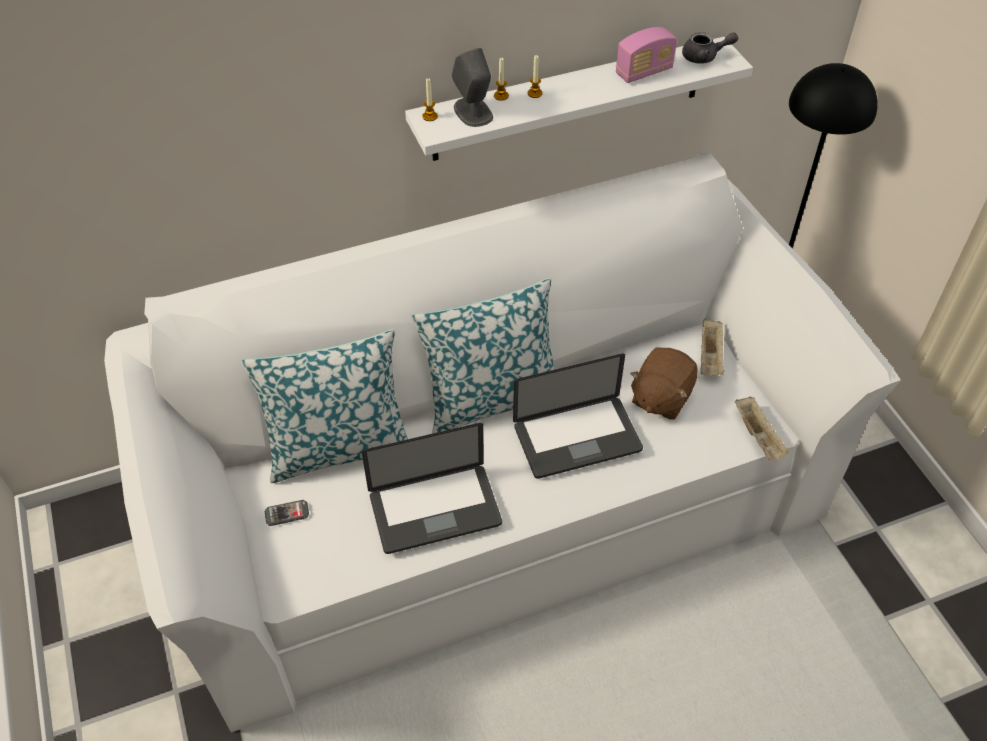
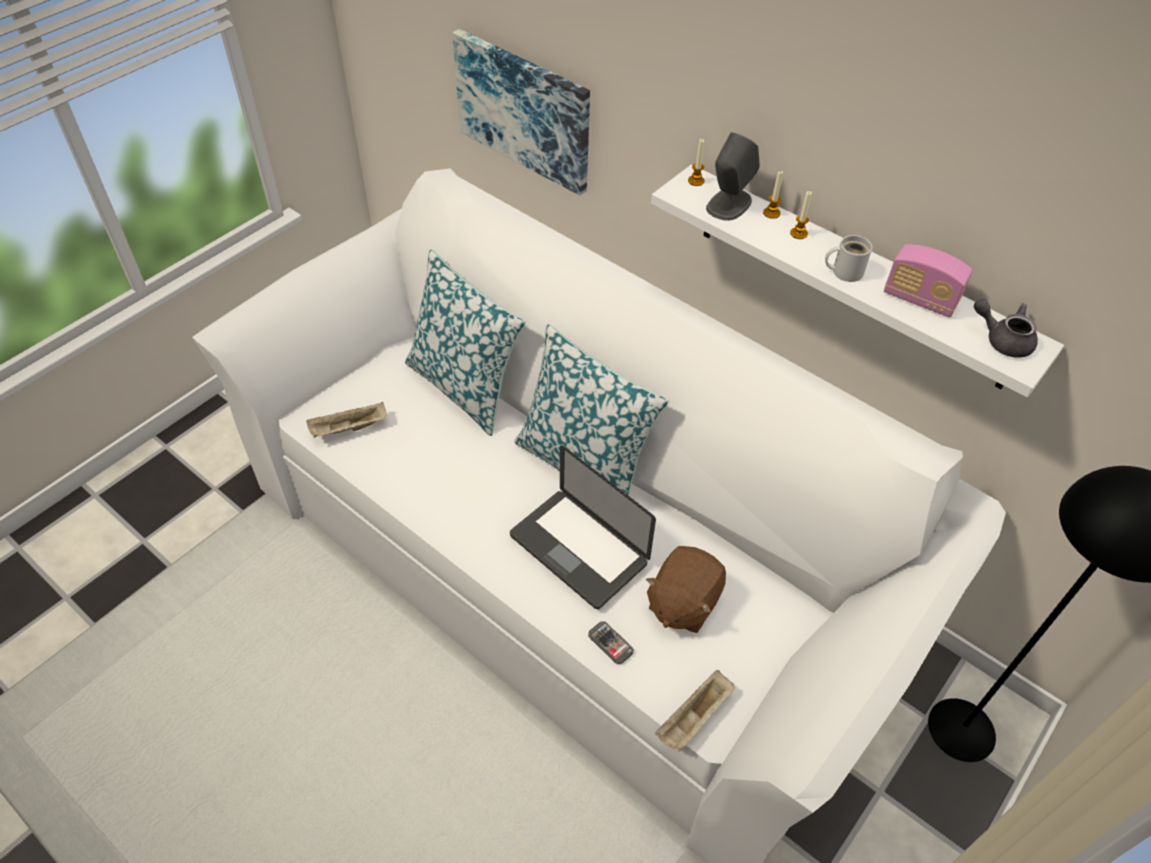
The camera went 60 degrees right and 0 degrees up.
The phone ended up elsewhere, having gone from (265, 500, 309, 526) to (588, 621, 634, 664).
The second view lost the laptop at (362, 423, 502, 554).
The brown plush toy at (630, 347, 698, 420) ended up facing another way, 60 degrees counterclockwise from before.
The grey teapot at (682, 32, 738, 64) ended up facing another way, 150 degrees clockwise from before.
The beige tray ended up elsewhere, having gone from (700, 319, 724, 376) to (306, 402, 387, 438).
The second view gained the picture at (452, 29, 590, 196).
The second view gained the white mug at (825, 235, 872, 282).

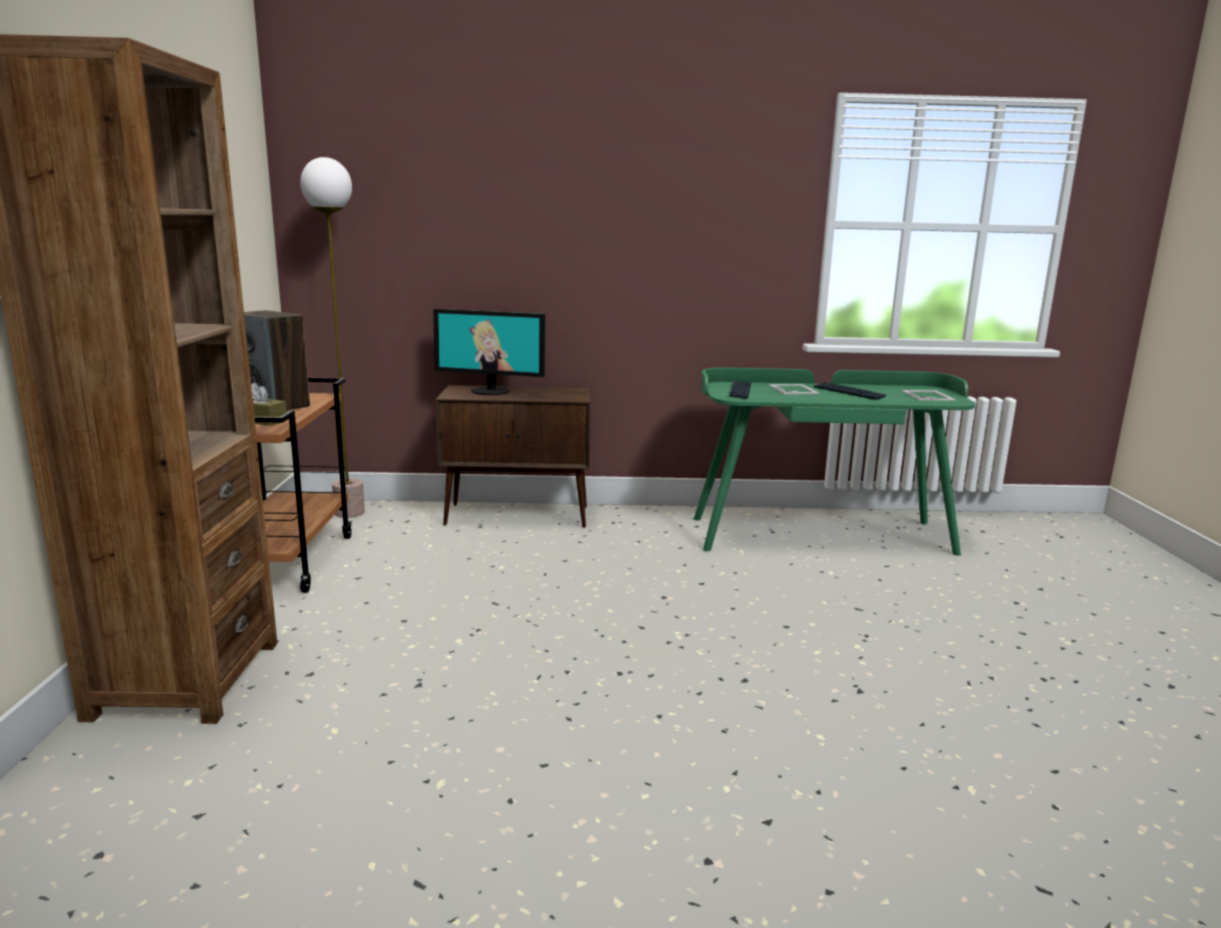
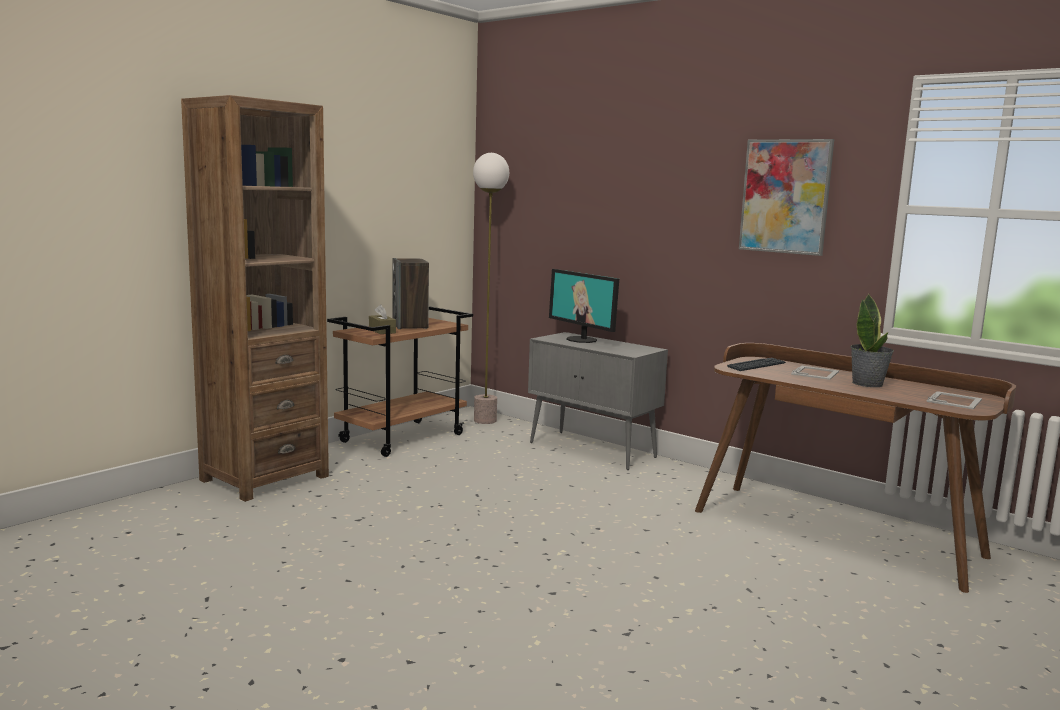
The camera went 40 degrees right and 5 degrees down.
What was the brown cabinet at (435, 385, 591, 528) turned into the grey cabinet at (528, 332, 668, 470).
What was the green desk at (694, 367, 975, 556) turned into the brown desk at (695, 343, 1016, 593).
Where the keyboard stood at (814, 382, 886, 400), the potted plant came to stand at (850, 294, 894, 387).
The second view gained the picture at (739, 139, 834, 256).

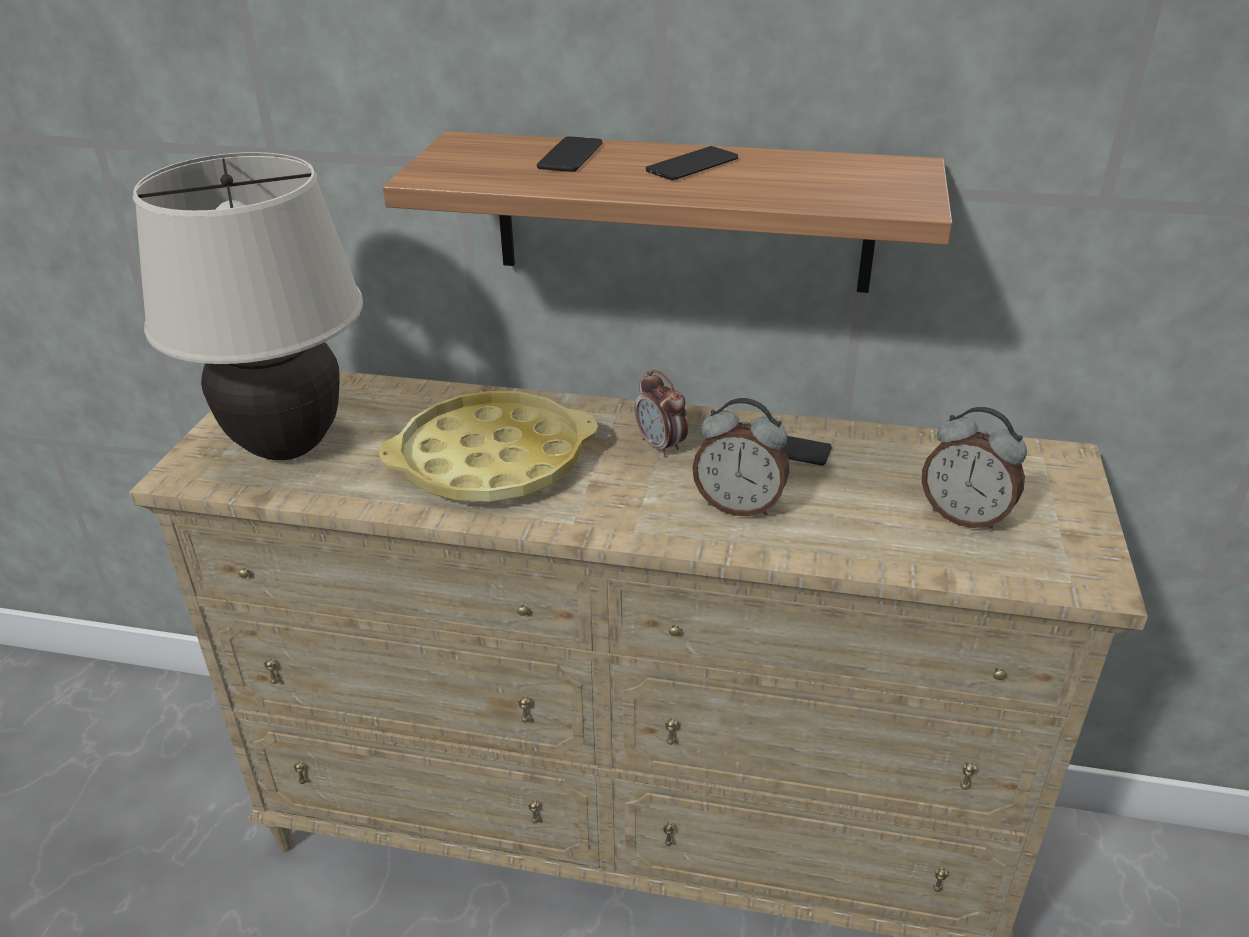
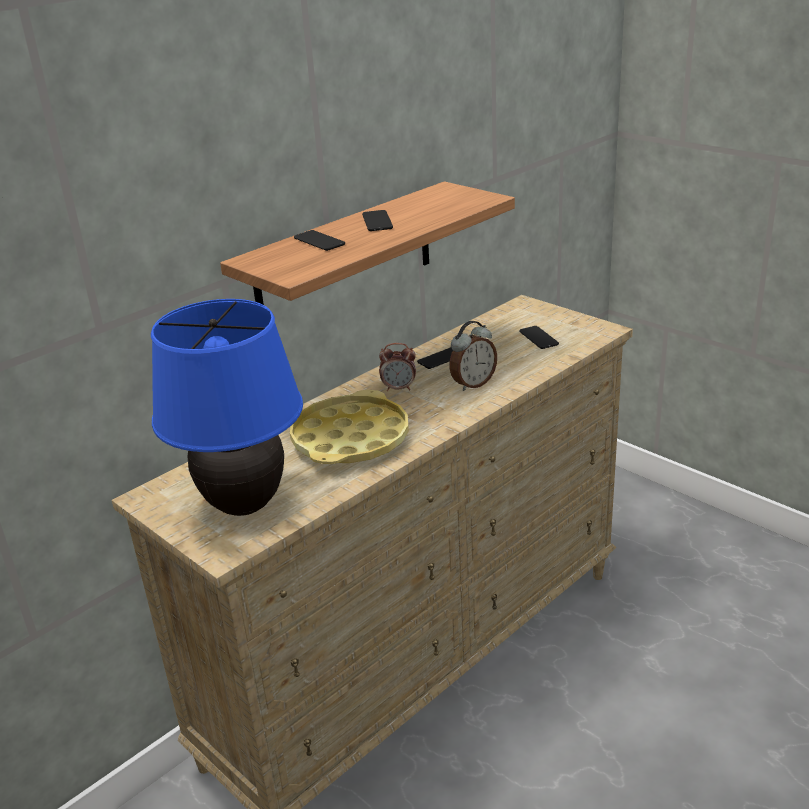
The camera went 55 degrees left and 5 degrees down.
What was the beige table lamp at (133, 152, 363, 460) turned into the blue table lamp at (151, 299, 303, 516).
Where the alarm clock stood at (922, 407, 1027, 531), the phone came to stand at (520, 326, 559, 349).

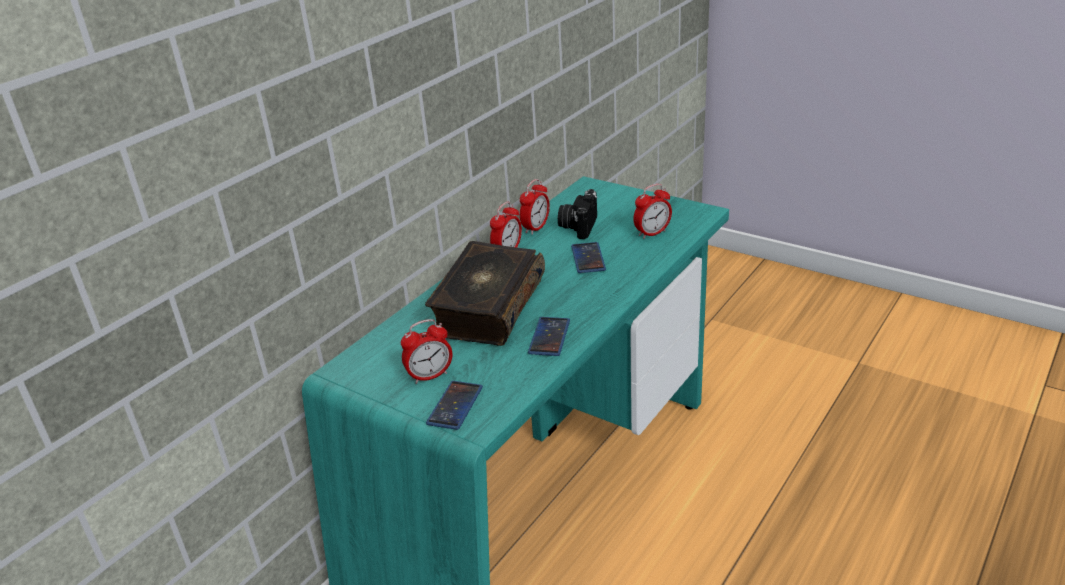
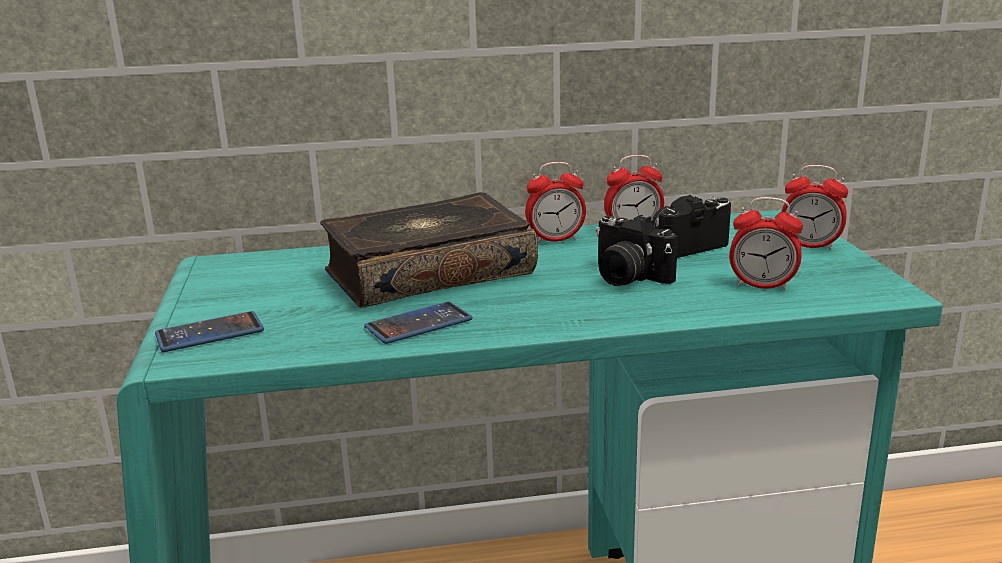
The camera went 45 degrees right and 10 degrees down.
The alarm clock ended up elsewhere, having gone from (401, 319, 452, 384) to (781, 165, 848, 250).
Where the phone stood at (571, 242, 606, 273), the photo camera came to stand at (595, 215, 678, 286).

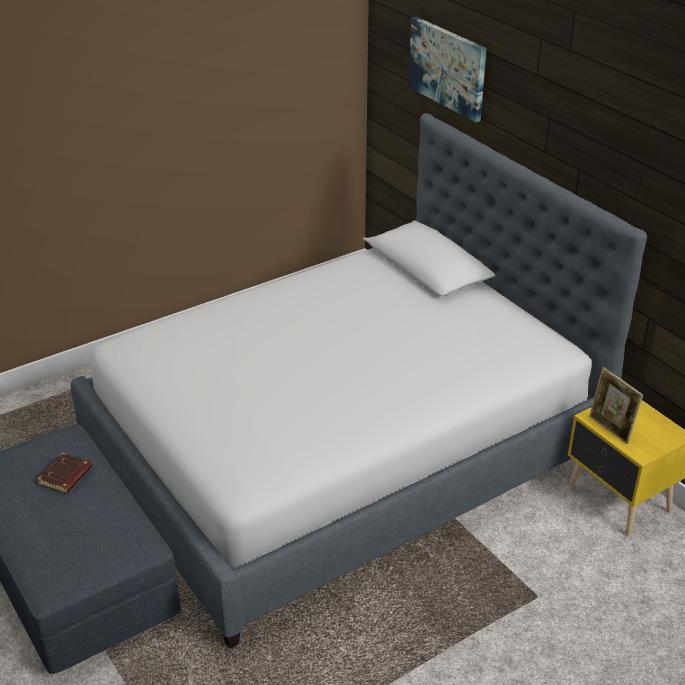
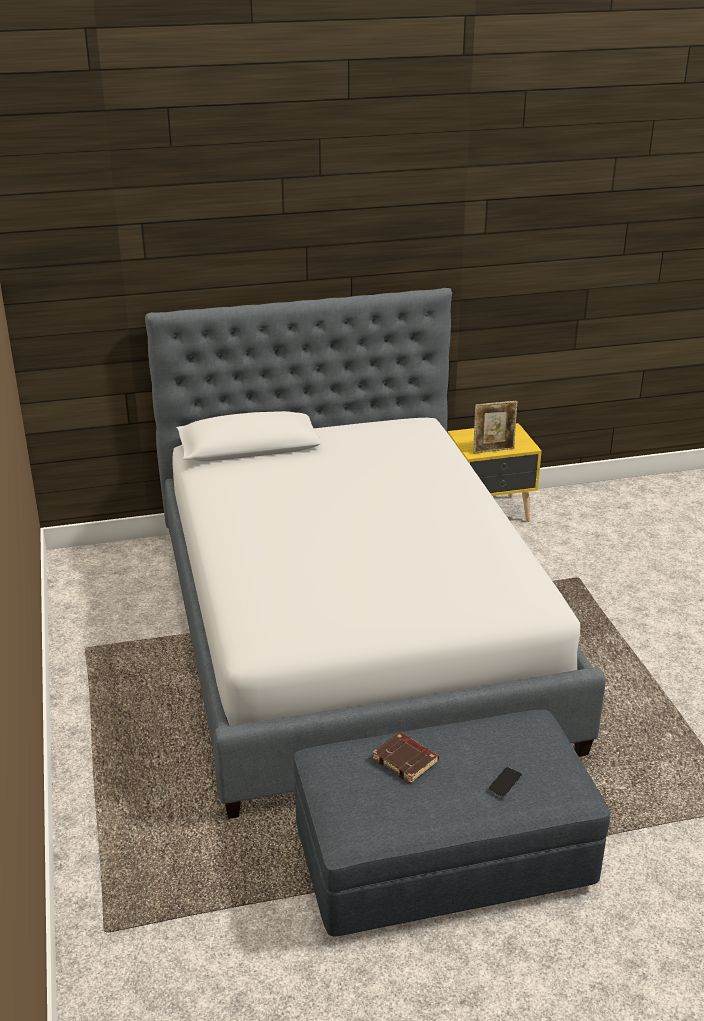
The camera went 70 degrees left and 5 degrees down.
The second view lost the picture at (409, 17, 487, 122).
The second view gained the phone at (488, 767, 522, 798).

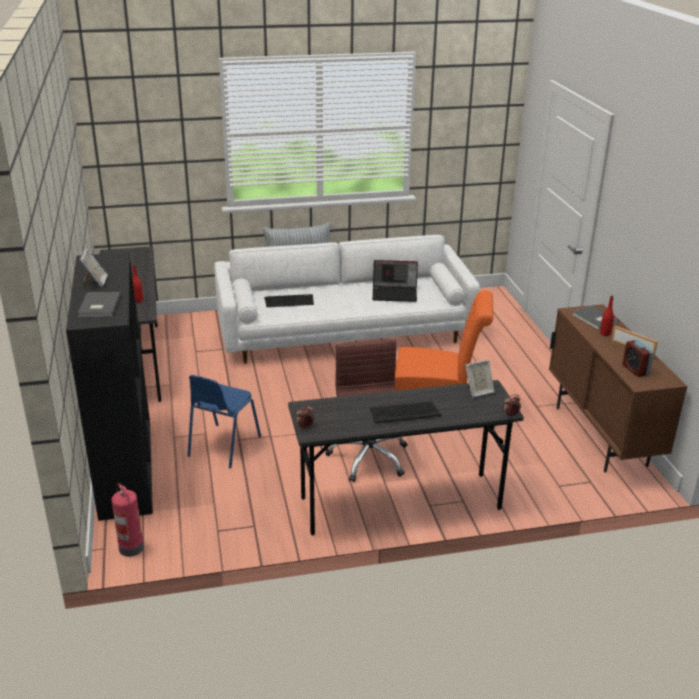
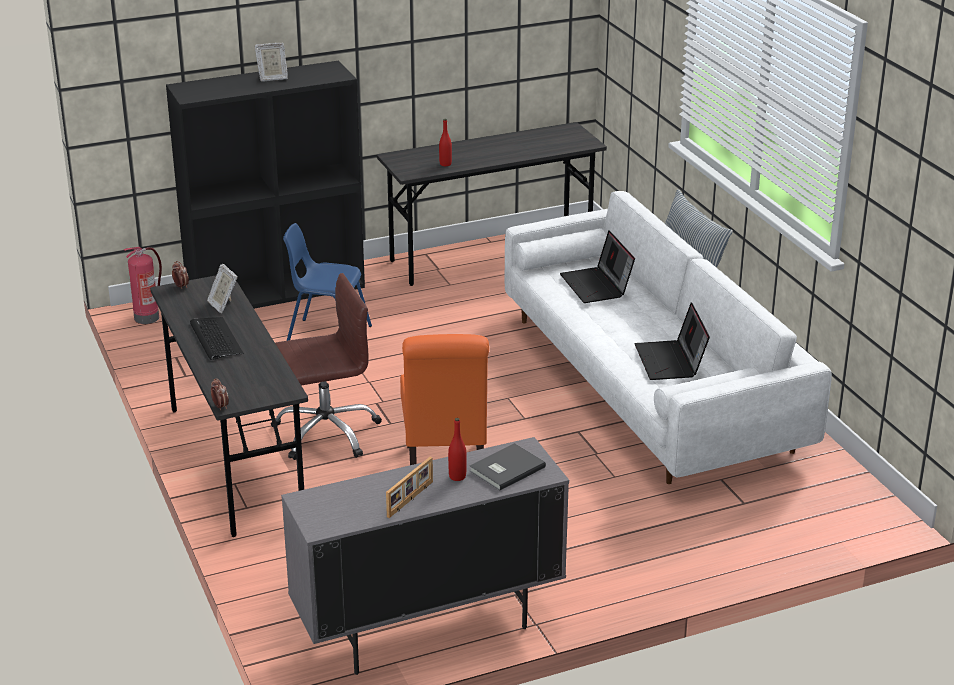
The camera went 80 degrees right and 0 degrees up.
The second view lost the grey book at (78, 292, 121, 318).
Where the keyboard stood at (264, 294, 314, 307), the laptop came to stand at (560, 230, 635, 303).
The picture frame ended up elsewhere, having gone from (465, 360, 495, 397) to (207, 264, 238, 313).
What was the brown cabinet at (549, 304, 687, 472) turned into the grey cabinet at (281, 437, 569, 675).
The second view lost the alarm clock at (623, 340, 654, 377).

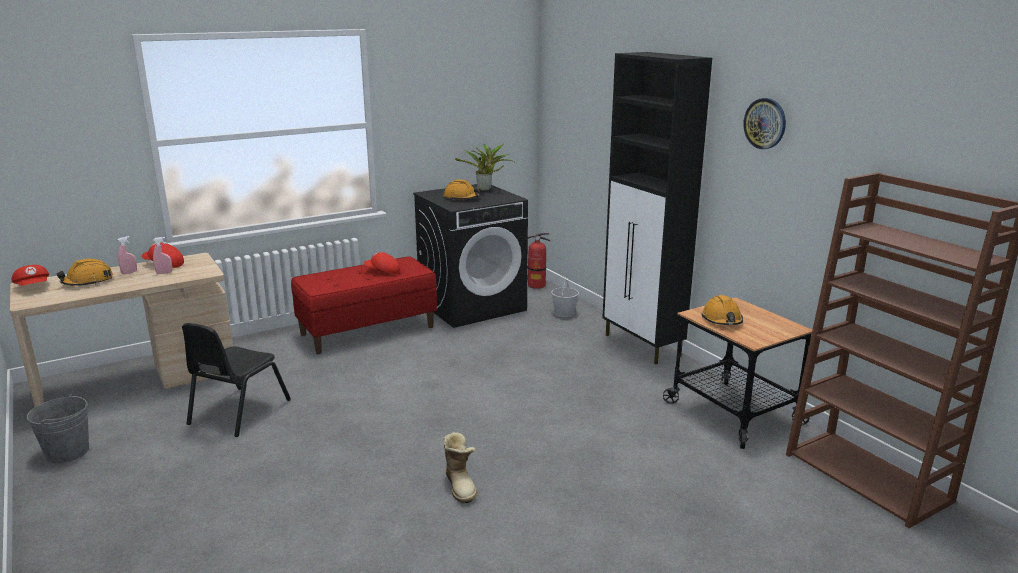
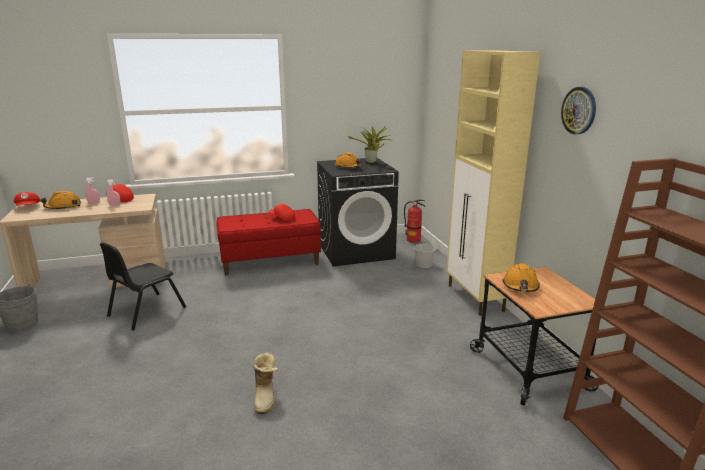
The camera went 15 degrees right and 0 degrees up.
What was the black cabinet at (602, 52, 712, 364) turned into the beige cabinet at (447, 50, 540, 316).

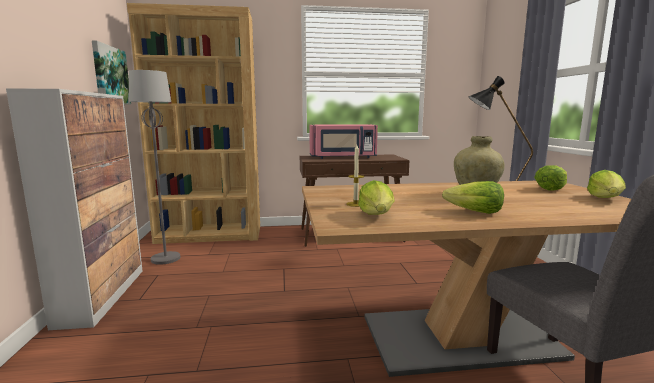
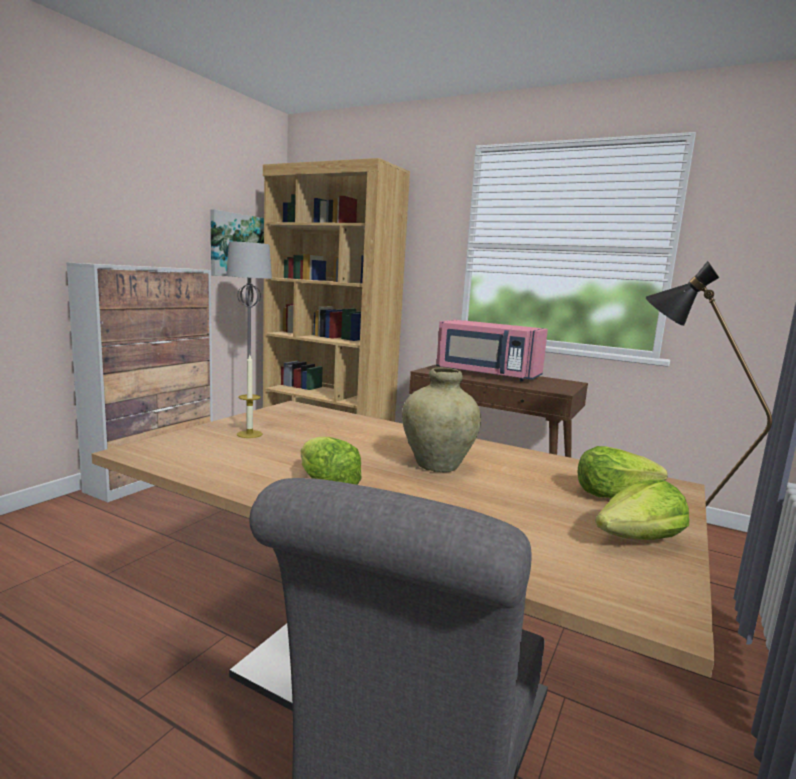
The camera went 35 degrees right and 0 degrees up.
The second view lost the lettuce at (358, 180, 394, 215).

